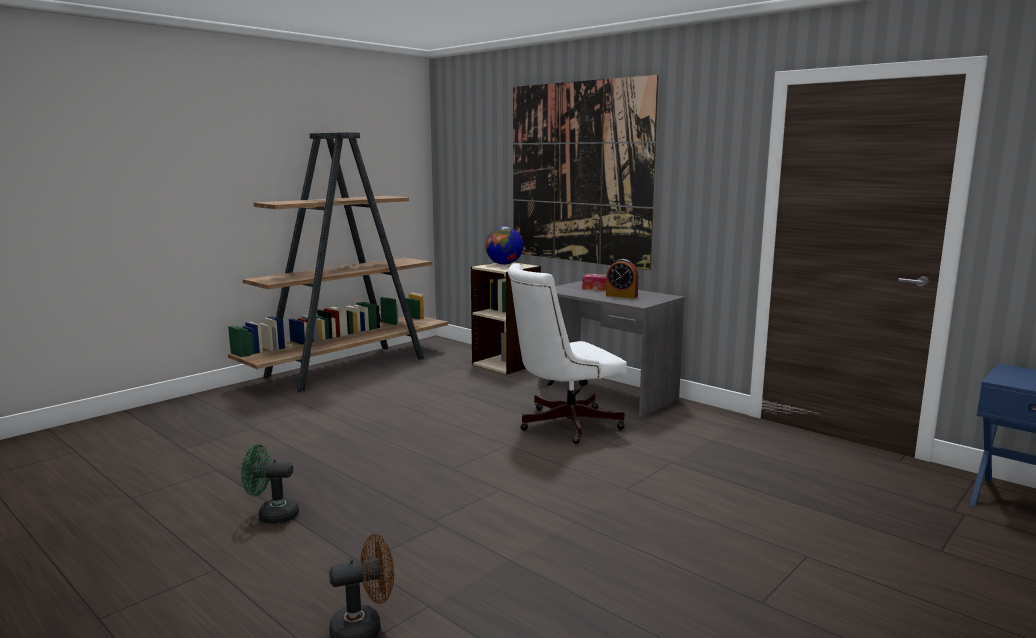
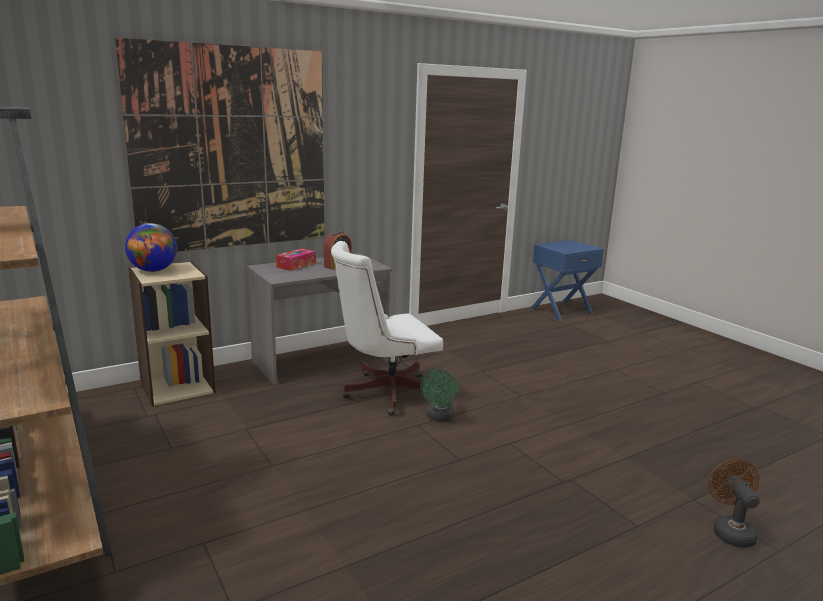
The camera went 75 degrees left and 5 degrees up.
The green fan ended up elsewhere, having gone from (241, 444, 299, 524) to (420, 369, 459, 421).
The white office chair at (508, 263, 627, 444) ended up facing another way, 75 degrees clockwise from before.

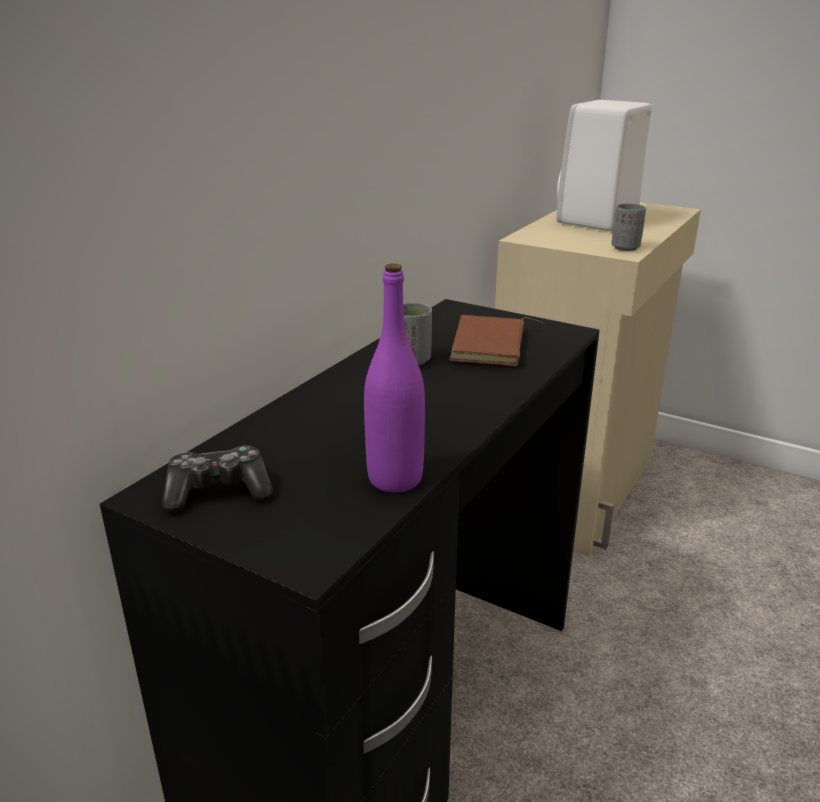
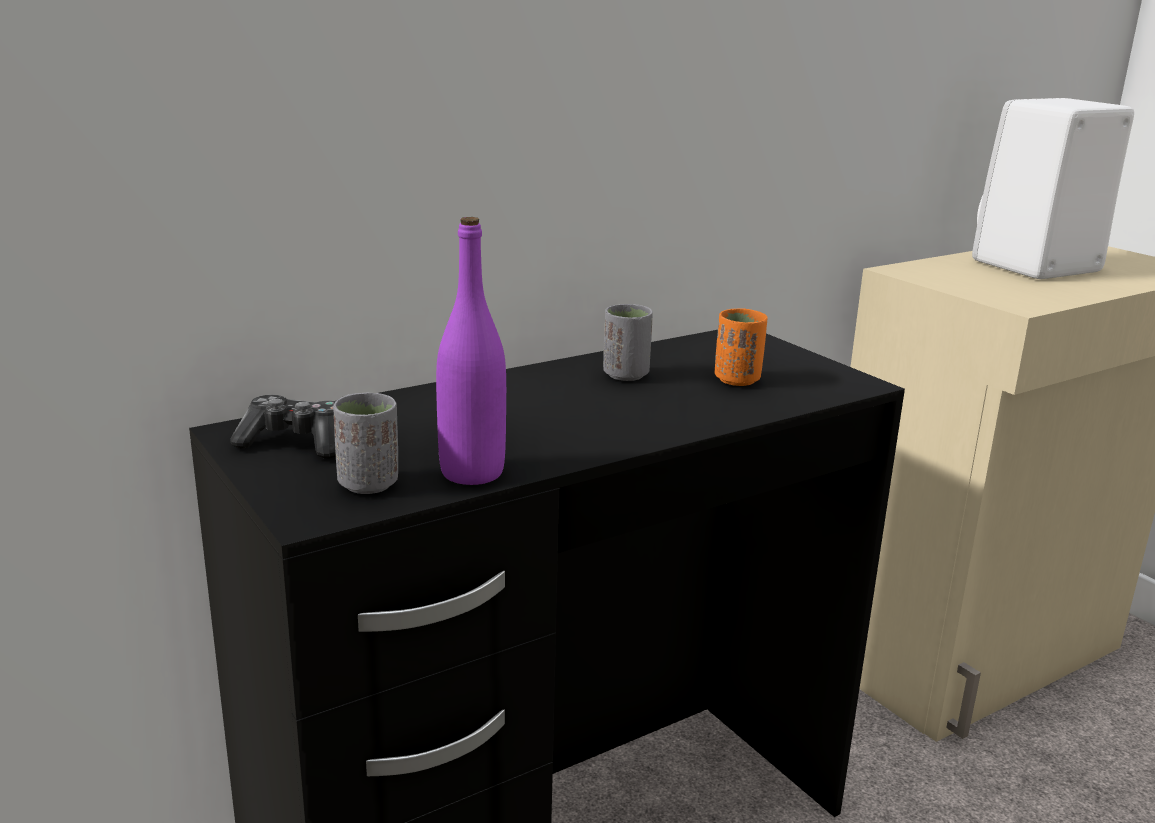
The camera went 25 degrees right and 5 degrees down.
Where the brown book stood at (449, 315, 545, 366), the orange cup came to stand at (715, 308, 767, 386).
The grey cup ended up elsewhere, having gone from (611, 203, 646, 251) to (333, 393, 398, 494).

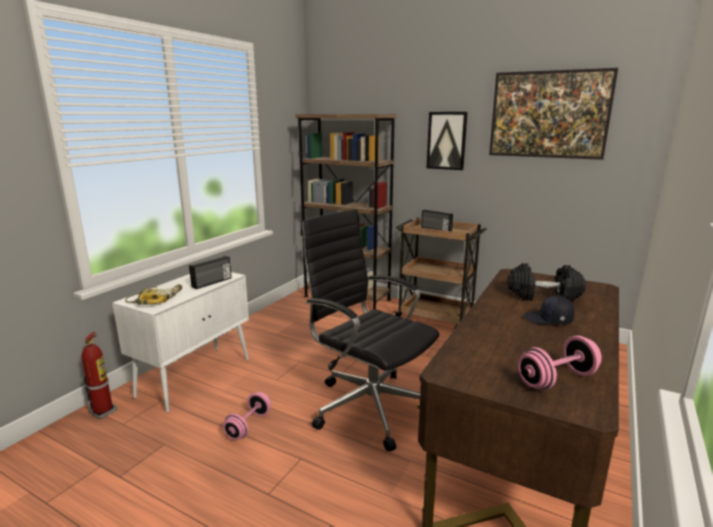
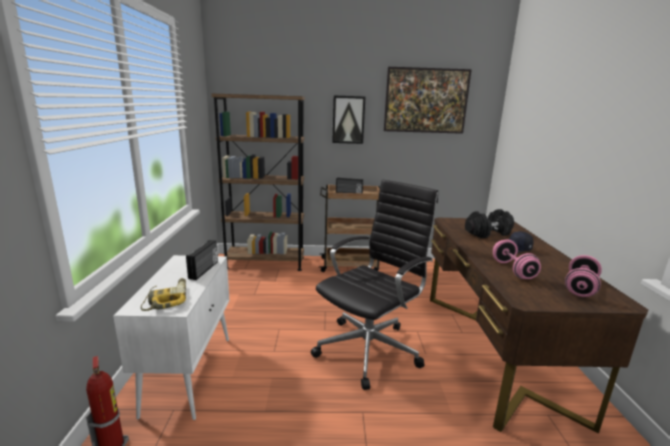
The camera went 30 degrees left and 0 degrees up.
The pink dumbbell ended up elsewhere, having gone from (223, 392, 271, 440) to (493, 239, 541, 279).
The black office chair at (300, 209, 439, 452) ended up facing another way, 120 degrees clockwise from before.

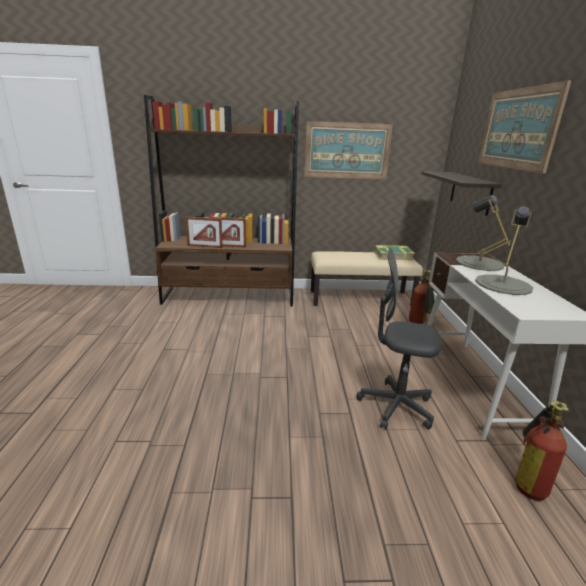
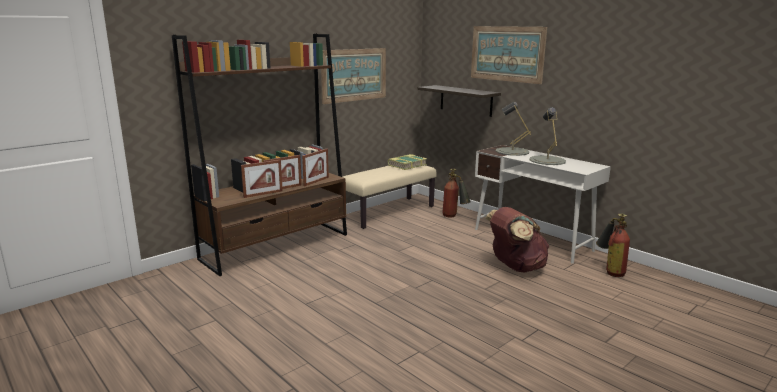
The camera went 40 degrees left and 5 degrees down.
Where the grey office chair stood at (356, 248, 441, 430), the brown backpack came to stand at (485, 207, 549, 272).
The second view gained the picture frame at (302, 149, 329, 186).

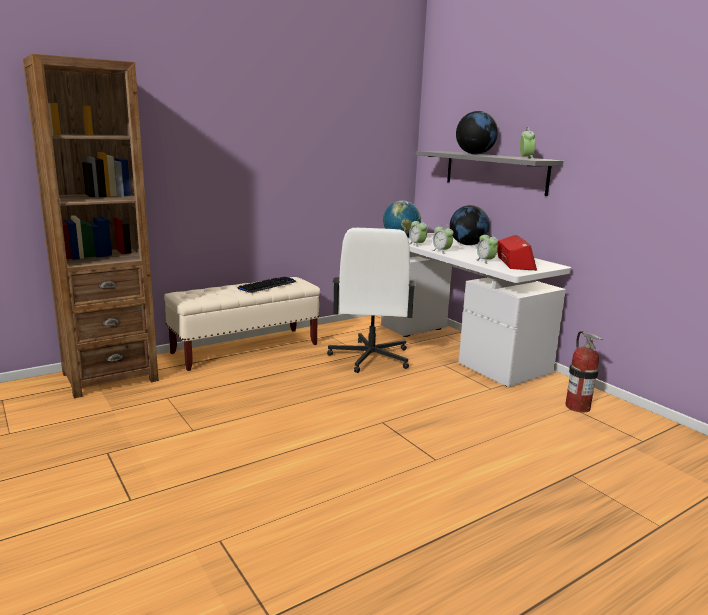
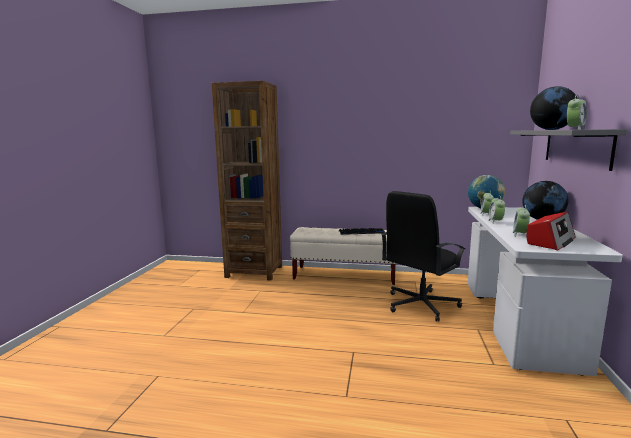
The camera went 45 degrees right and 5 degrees down.
What was the white office chair at (327, 228, 416, 373) turned into the black office chair at (382, 191, 465, 322).
The second view lost the fire extinguisher at (565, 331, 603, 412).

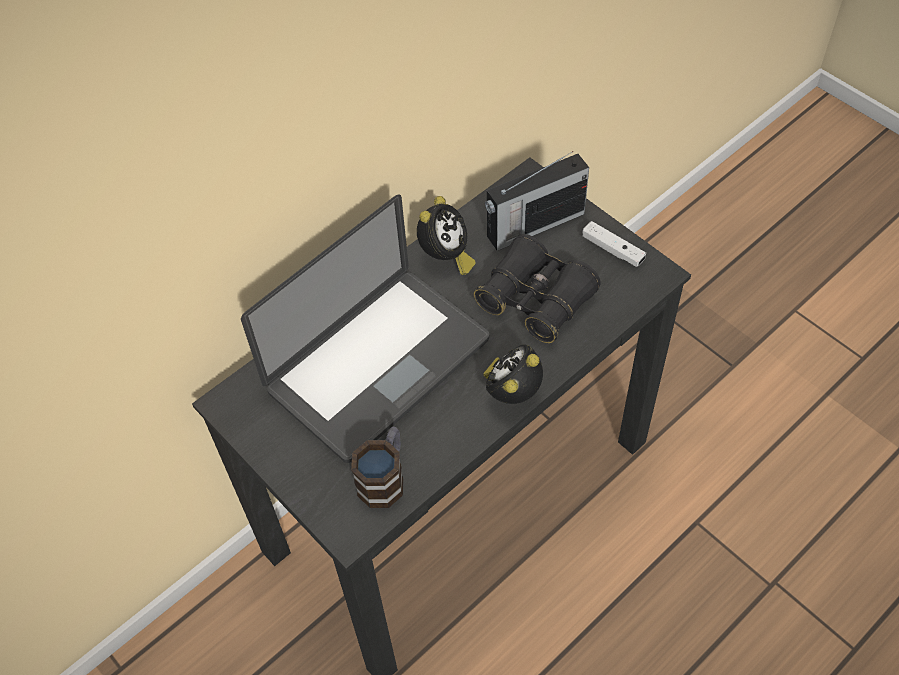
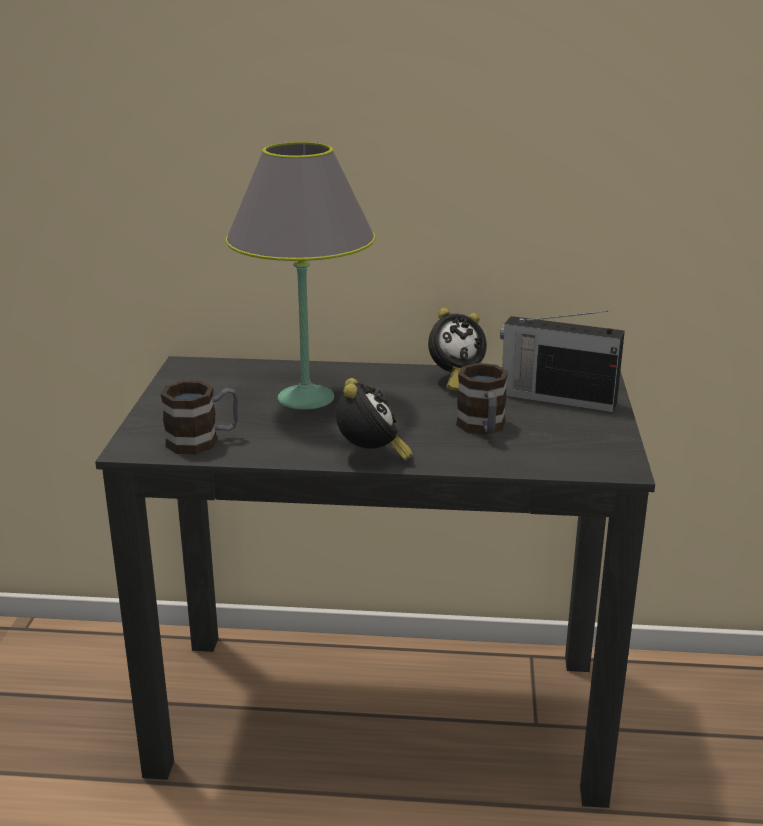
The camera went 45 degrees right and 30 degrees down.
Where the laptop stood at (241, 194, 489, 463), the grey table lamp came to stand at (226, 142, 375, 410).
Where the black binoculars stood at (474, 234, 601, 343), the mug came to stand at (456, 363, 508, 435).
The alarm clock at (483, 345, 543, 404) ended up facing another way, 90 degrees clockwise from before.
The second view lost the white game controller at (582, 221, 646, 267).

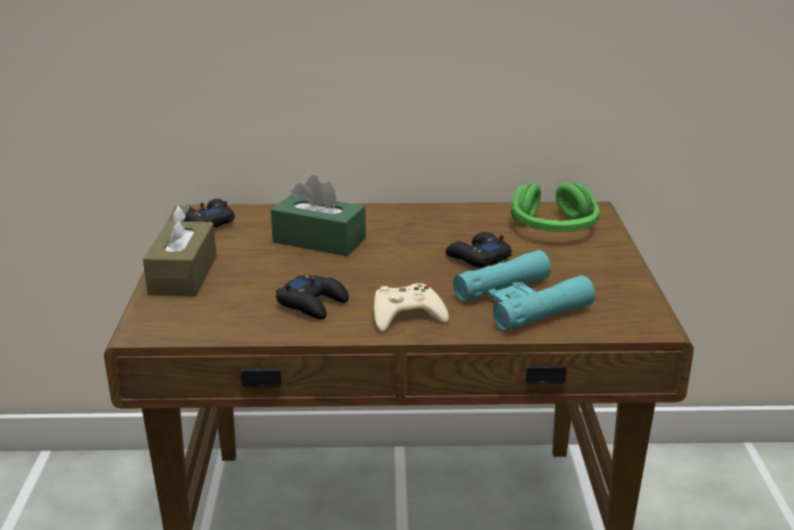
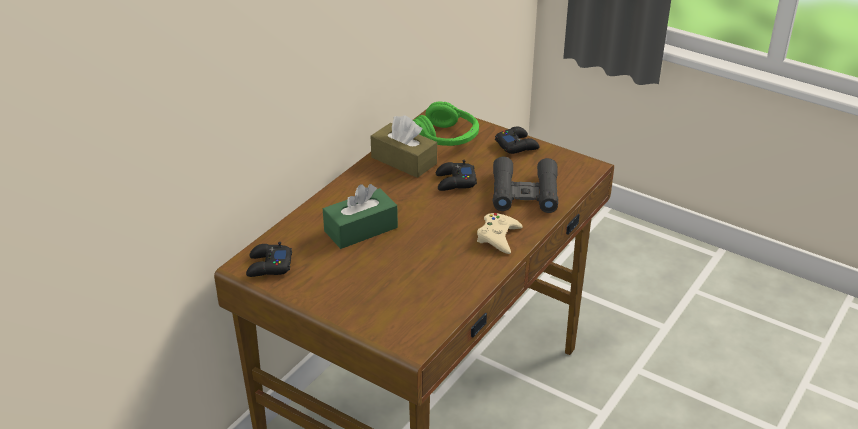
The camera went 55 degrees left and 10 degrees up.
The brown tissue box ended up elsewhere, having gone from (143, 204, 217, 296) to (371, 115, 437, 178).
The black game controller ended up elsewhere, having gone from (276, 274, 349, 320) to (495, 127, 540, 154).
What was the turquoise binoculars at (453, 250, 595, 330) turned into the black binoculars at (493, 157, 558, 213).

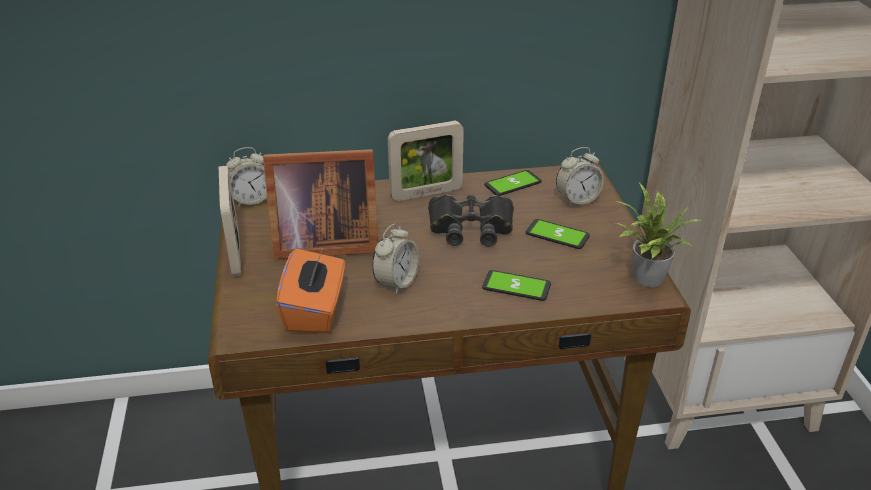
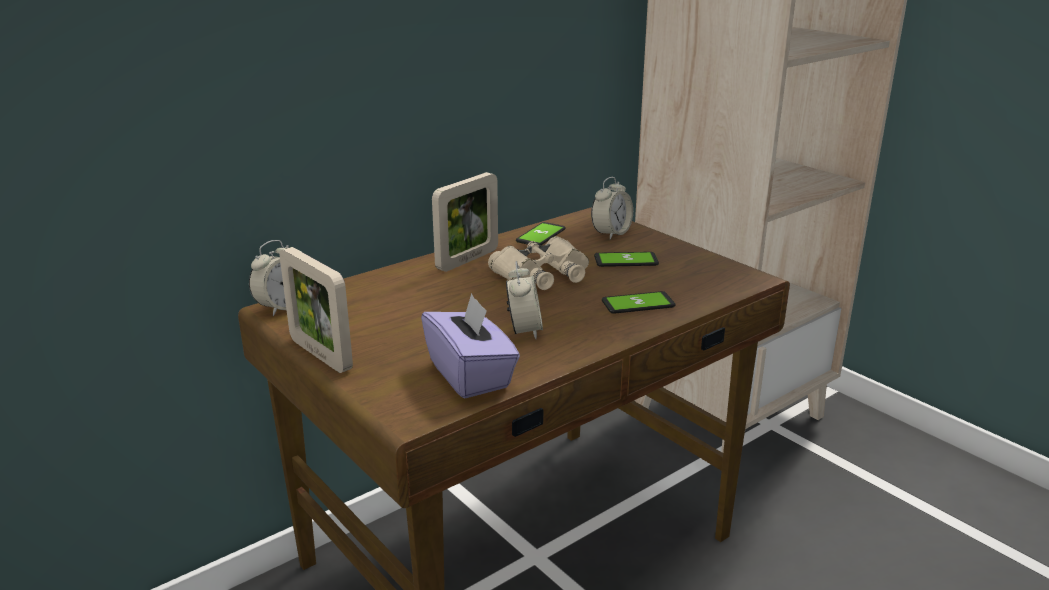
The camera went 30 degrees left and 10 degrees down.
The second view lost the picture frame at (263, 149, 378, 259).
What was the orange tissue box at (276, 247, 345, 333) turned into the purple tissue box at (421, 293, 520, 398).
What was the black binoculars at (428, 195, 514, 246) turned into the beige binoculars at (488, 236, 589, 290).
The second view lost the potted plant at (615, 183, 703, 287).

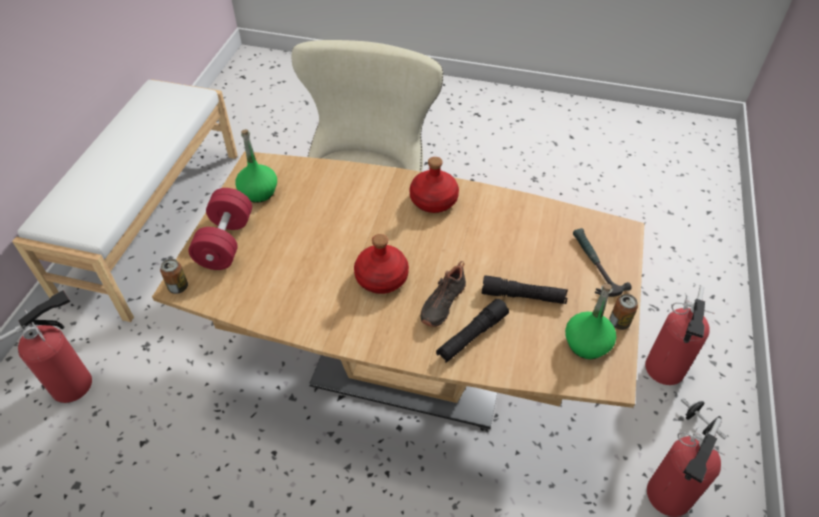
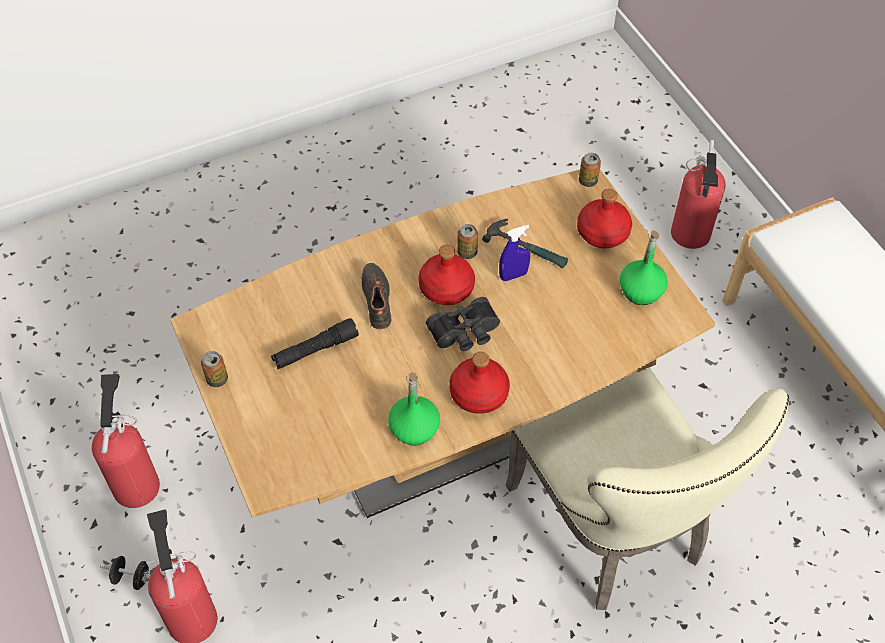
The camera went 140 degrees right and 5 degrees up.
Where the red dumbbell stood at (188, 188, 252, 270), the red bottle came to stand at (577, 189, 632, 248).
The second view lost the black flashlight at (436, 299, 509, 363).
The green bottle ended up elsewhere, having gone from (565, 283, 616, 359) to (388, 372, 440, 446).
The hammer ended up elsewhere, having gone from (573, 228, 632, 297) to (482, 219, 568, 268).
The second view gained the black binoculars at (426, 297, 500, 351).
The second view gained the can at (457, 224, 478, 259).
The second view gained the blue spray bottle at (499, 225, 530, 281).

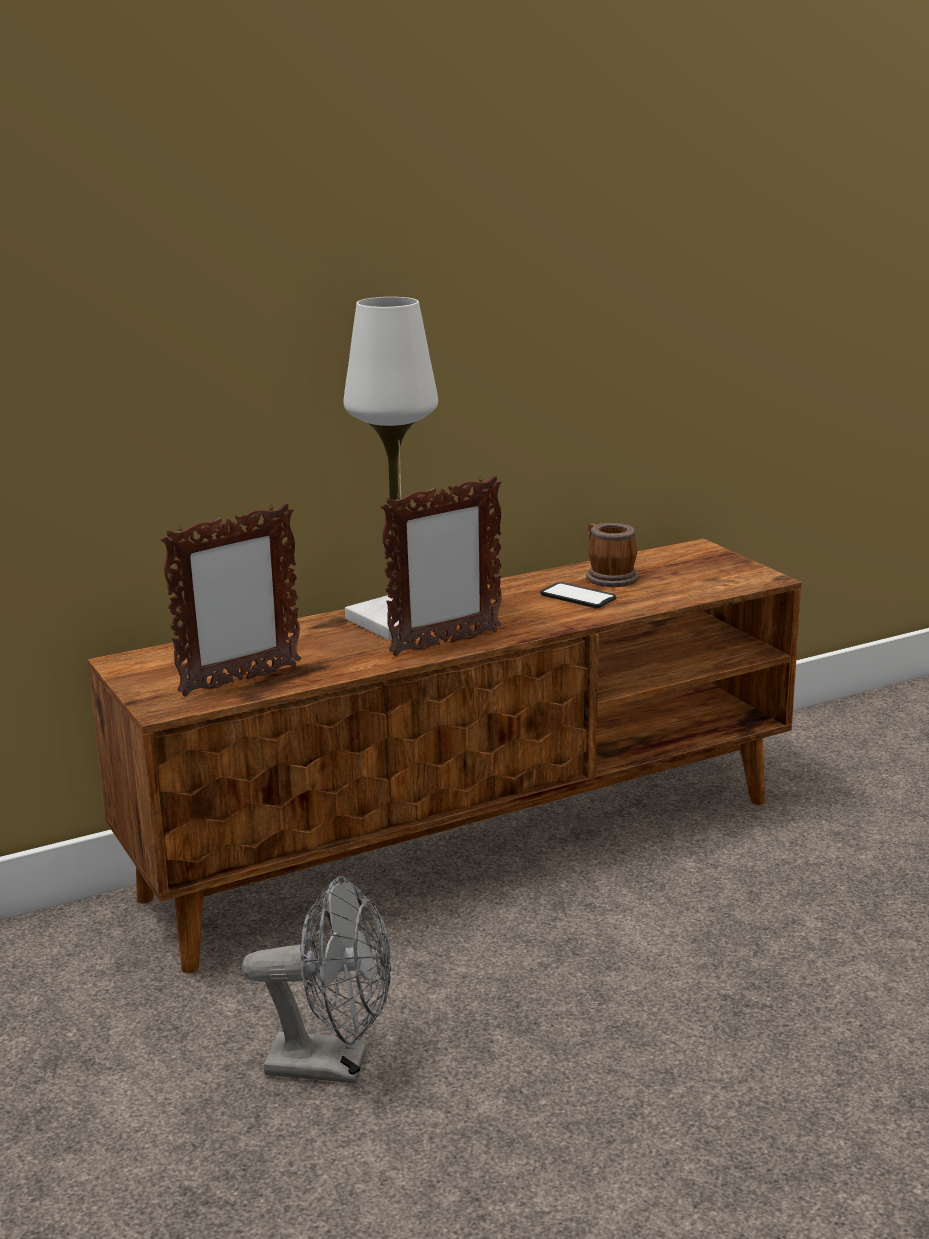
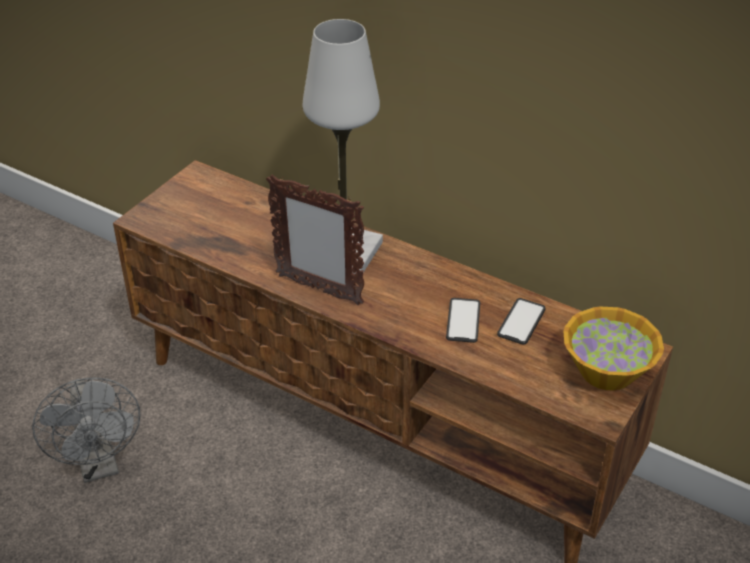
The camera went 60 degrees right and 20 degrees up.
The second view lost the picture frame at (160, 503, 301, 696).
Where the mug stood at (586, 523, 639, 587), the phone came to stand at (497, 298, 546, 345).
The second view gained the bowl at (563, 307, 664, 390).

